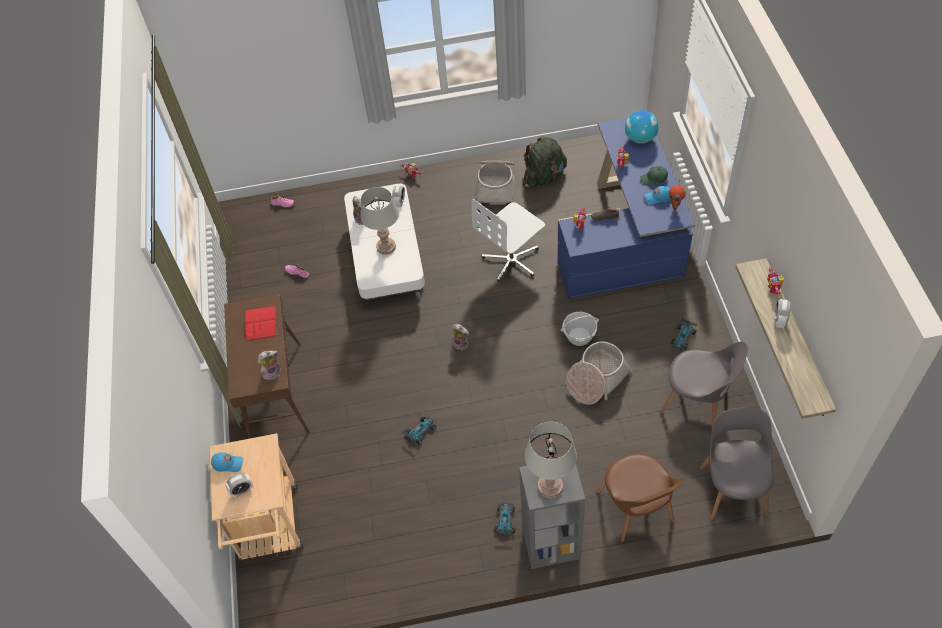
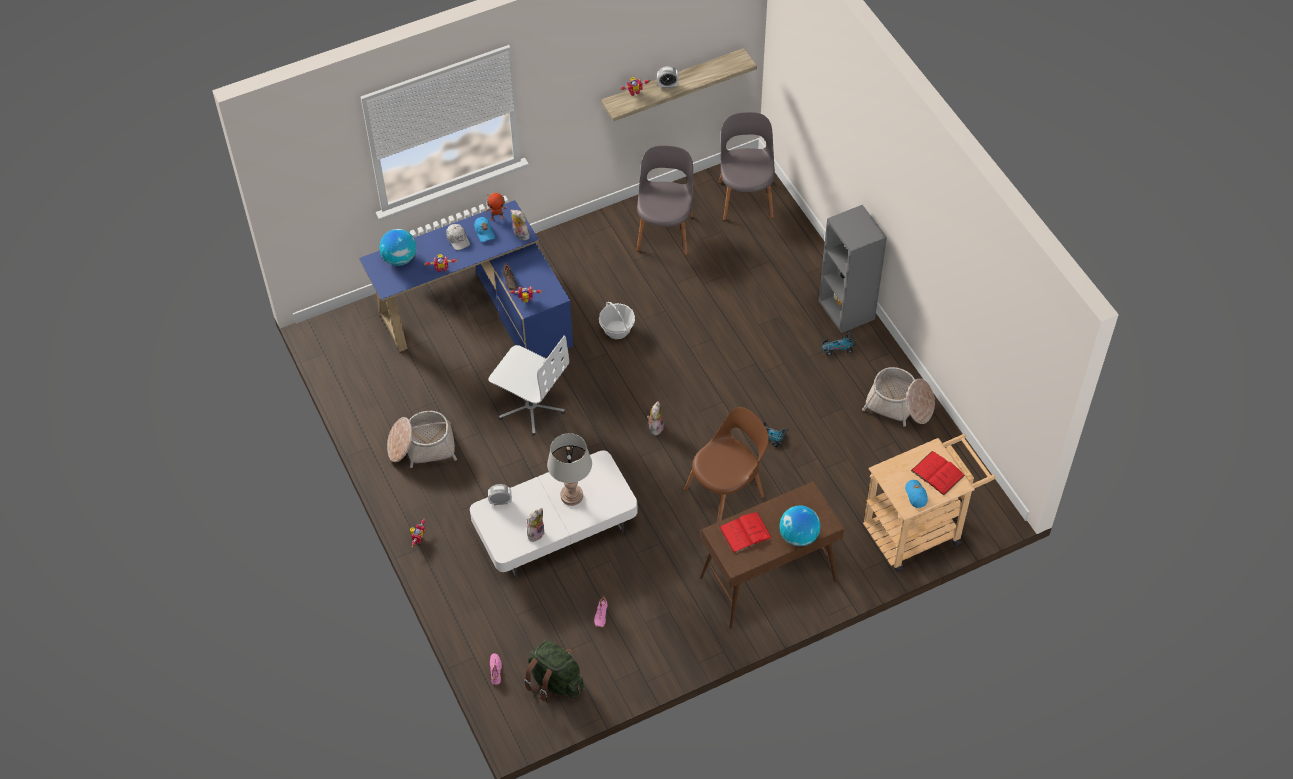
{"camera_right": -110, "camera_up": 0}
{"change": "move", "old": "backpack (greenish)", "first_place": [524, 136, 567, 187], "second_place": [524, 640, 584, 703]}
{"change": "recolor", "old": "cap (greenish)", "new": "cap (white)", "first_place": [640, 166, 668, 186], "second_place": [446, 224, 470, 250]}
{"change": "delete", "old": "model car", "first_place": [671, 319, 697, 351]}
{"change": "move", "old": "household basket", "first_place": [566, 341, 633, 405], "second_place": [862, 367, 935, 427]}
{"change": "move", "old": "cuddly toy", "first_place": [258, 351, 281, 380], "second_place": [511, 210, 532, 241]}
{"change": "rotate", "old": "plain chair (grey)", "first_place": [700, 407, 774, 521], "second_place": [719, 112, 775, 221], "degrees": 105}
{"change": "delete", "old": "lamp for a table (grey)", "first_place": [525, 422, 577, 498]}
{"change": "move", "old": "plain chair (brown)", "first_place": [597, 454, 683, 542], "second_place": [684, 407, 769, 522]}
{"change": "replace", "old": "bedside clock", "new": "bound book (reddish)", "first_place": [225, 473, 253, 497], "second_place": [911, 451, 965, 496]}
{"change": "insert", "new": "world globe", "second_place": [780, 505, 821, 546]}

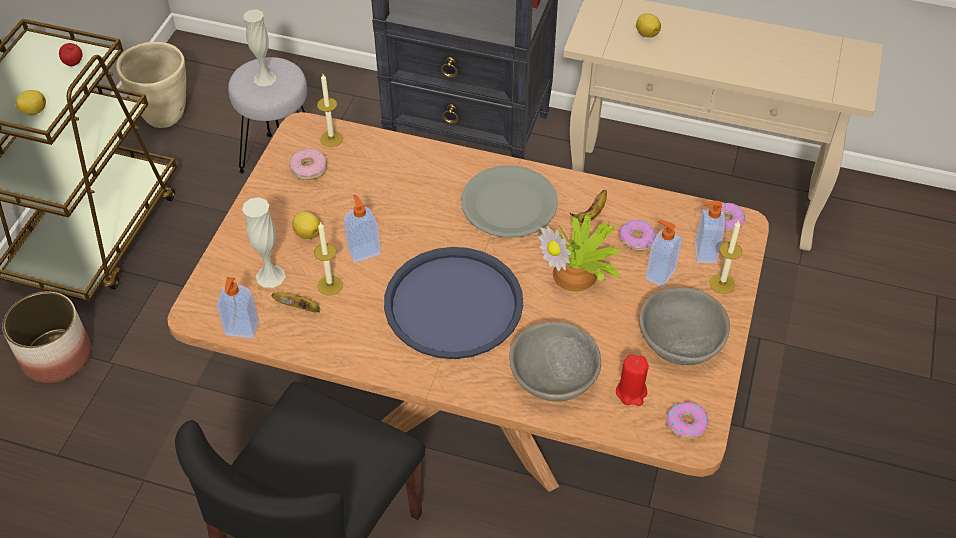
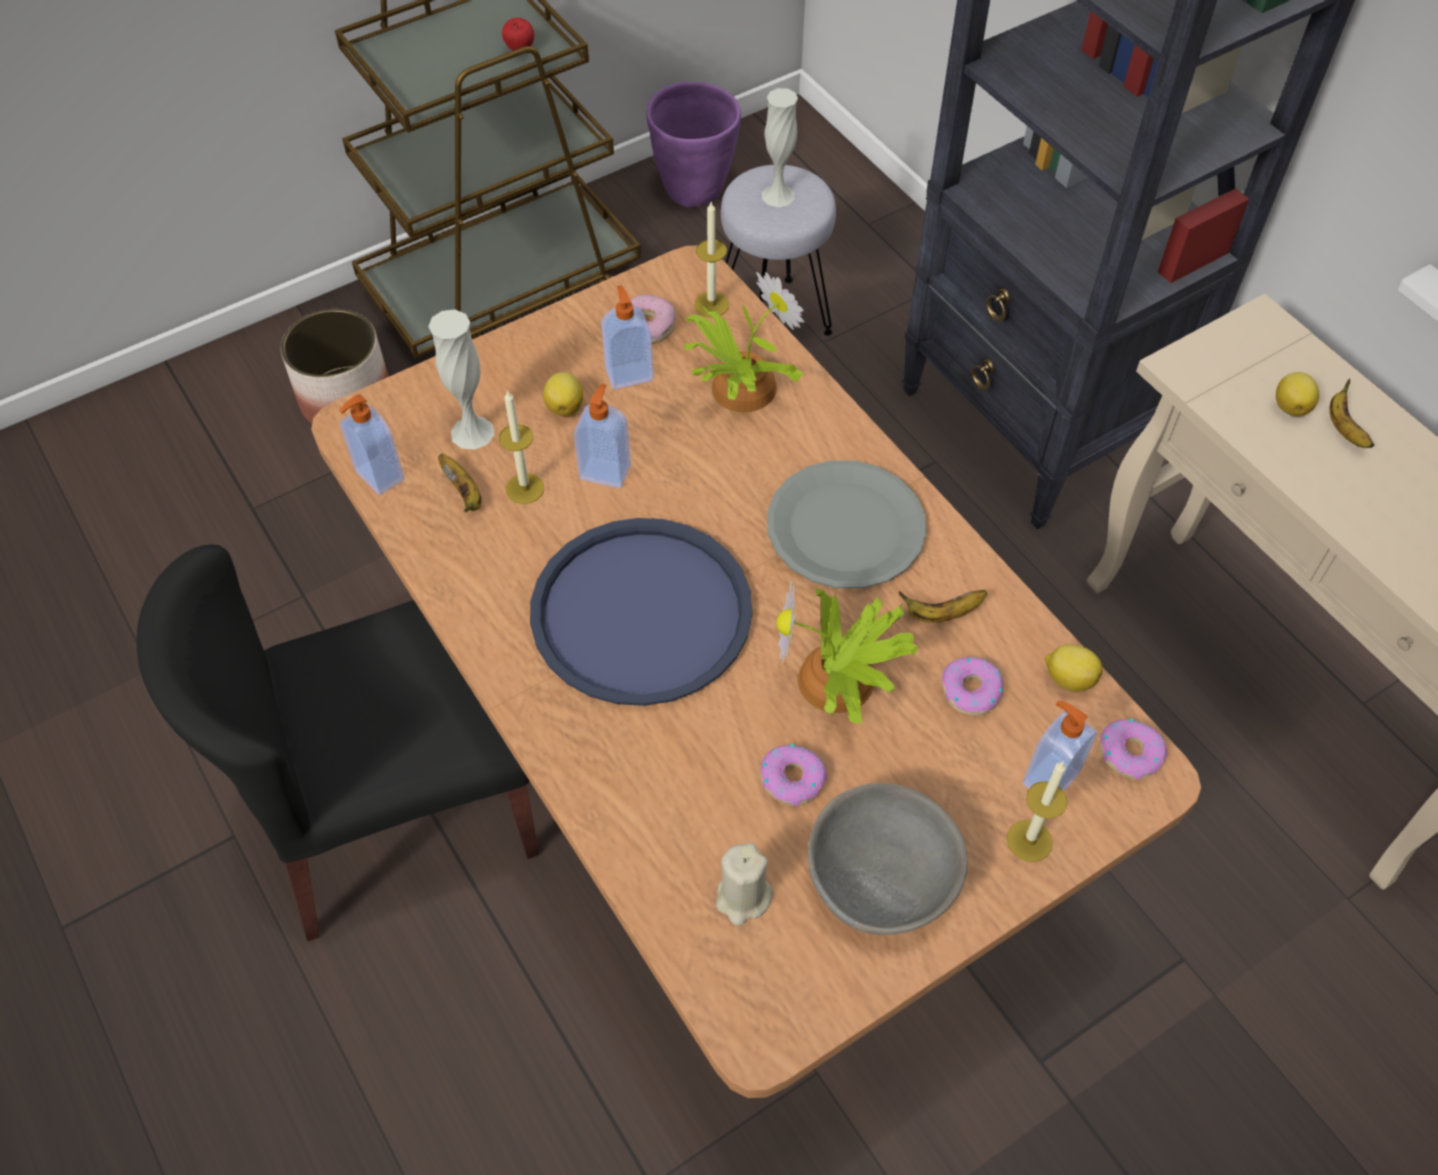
{"camera_right": 40, "camera_up": 5}
{"change": "recolor", "old": "plant pot (beige)", "new": "plant pot (purplish)", "first_place": [116, 42, 186, 128], "second_place": [646, 81, 741, 207]}
{"change": "move", "old": "lemon", "first_place": [15, 90, 46, 115], "second_place": [1045, 644, 1102, 692]}
{"change": "move", "old": "liquid soap bottle", "first_place": [645, 220, 682, 287], "second_place": [601, 285, 654, 389]}
{"change": "delete", "old": "deep dish (grey)", "first_place": [509, 322, 601, 402]}
{"change": "recolor", "old": "wax candle (reddish)", "new": "wax candle (beige)", "first_place": [616, 354, 649, 406], "second_place": [716, 843, 773, 926]}
{"change": "move", "old": "ring doughnut", "first_place": [666, 402, 708, 438], "second_place": [761, 744, 827, 806]}
{"change": "insert", "new": "plant in a pot", "second_place": [684, 272, 805, 412]}
{"change": "insert", "new": "banana fruit", "second_place": [1329, 379, 1374, 448]}

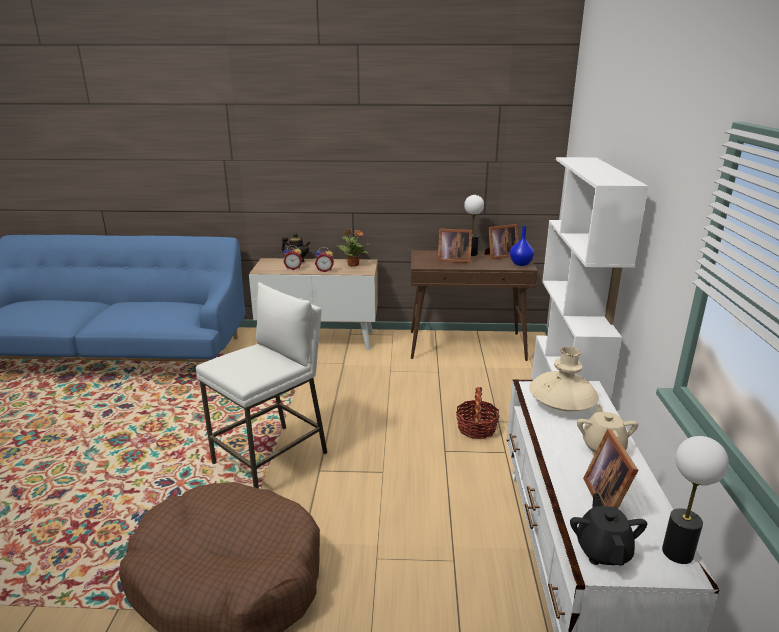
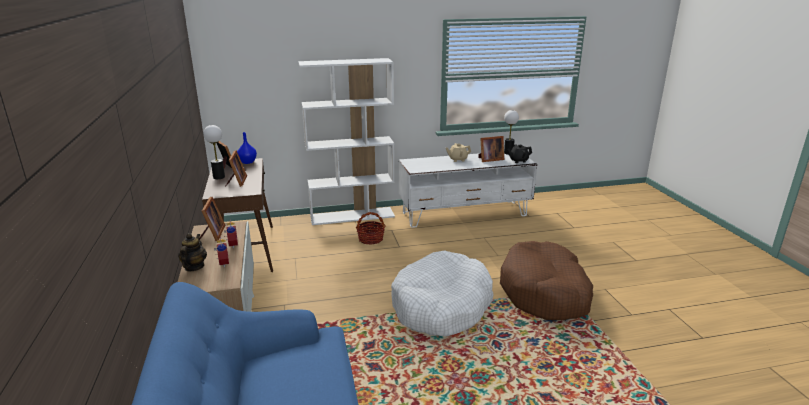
{"camera_right": -105, "camera_up": 0}
{"change": "replace", "old": "plant in a pot", "new": "photo frame", "first_place": [337, 229, 370, 267], "second_place": [199, 197, 225, 241]}
{"change": "replace", "old": "stool seat (white)", "new": "pet bed (white)", "first_place": [196, 282, 327, 489], "second_place": [391, 250, 494, 336]}
{"change": "delete", "old": "flower vase (beige)", "first_place": [529, 347, 599, 411]}

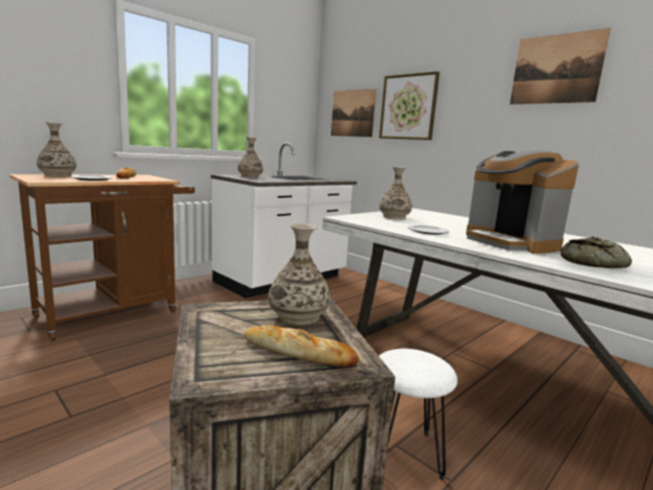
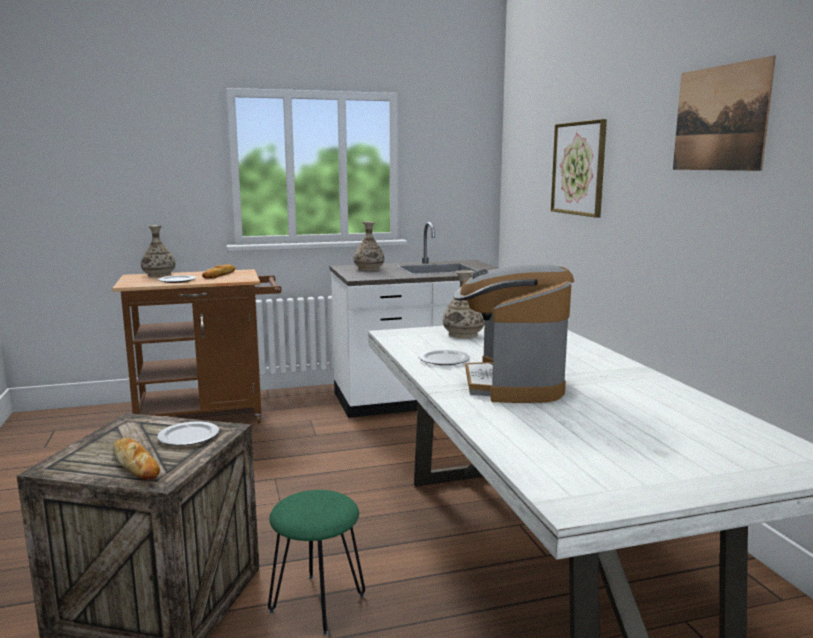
{"camera_right": 30, "camera_up": 0}
{"change": "delete", "old": "wall picture", "first_place": [331, 89, 377, 137]}
{"change": "replace", "old": "flower vase", "new": "dinner plate", "first_place": [268, 223, 330, 325], "second_place": [157, 422, 219, 446]}
{"change": "delete", "old": "bread", "first_place": [560, 236, 632, 268]}
{"change": "recolor", "old": "stool seat (white)", "new": "stool seat (greenish)", "first_place": [379, 349, 458, 480], "second_place": [268, 490, 365, 636]}

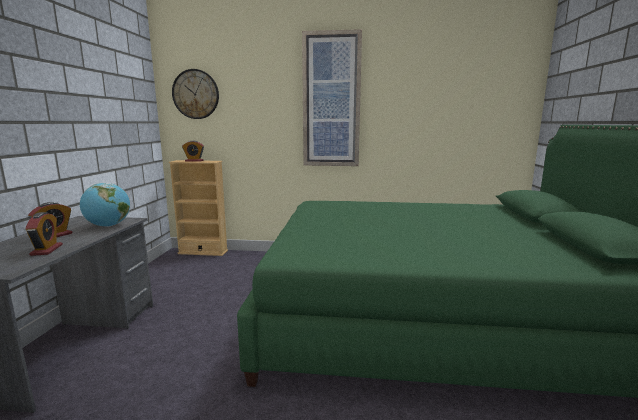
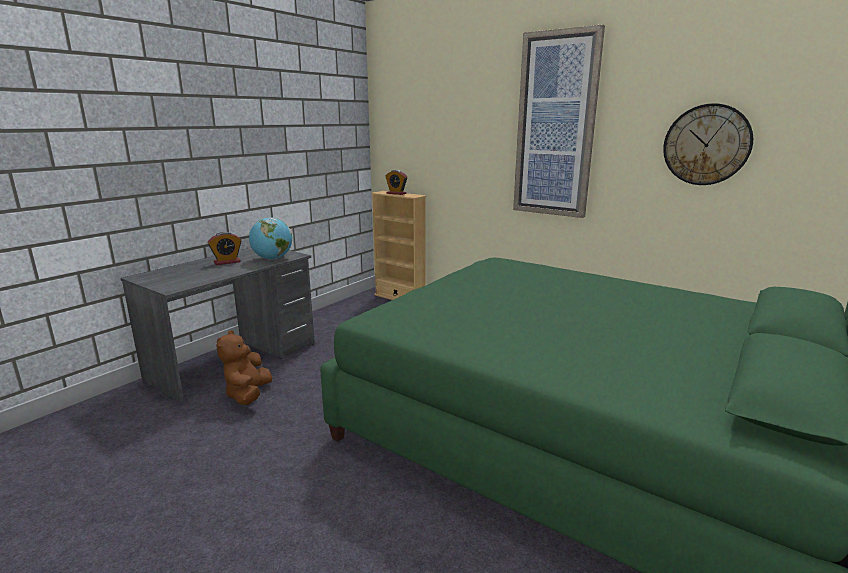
{"camera_right": 30, "camera_up": 5}
{"change": "move", "old": "hanging clock", "first_place": [172, 69, 219, 119], "second_place": [663, 103, 753, 185]}
{"change": "delete", "old": "bedside clock", "first_place": [25, 212, 63, 256]}
{"change": "insert", "new": "cuddly toy (brown)", "second_place": [216, 330, 272, 405]}

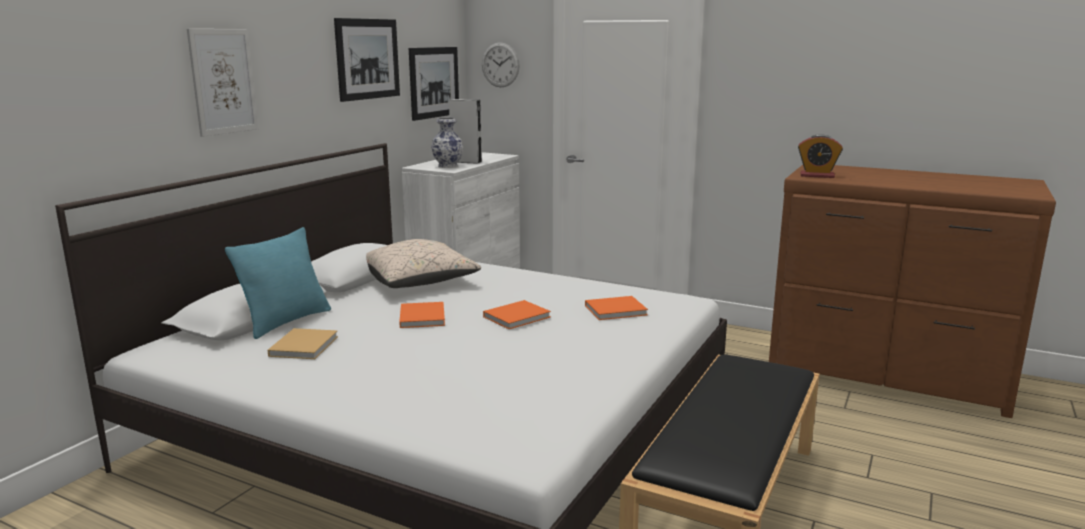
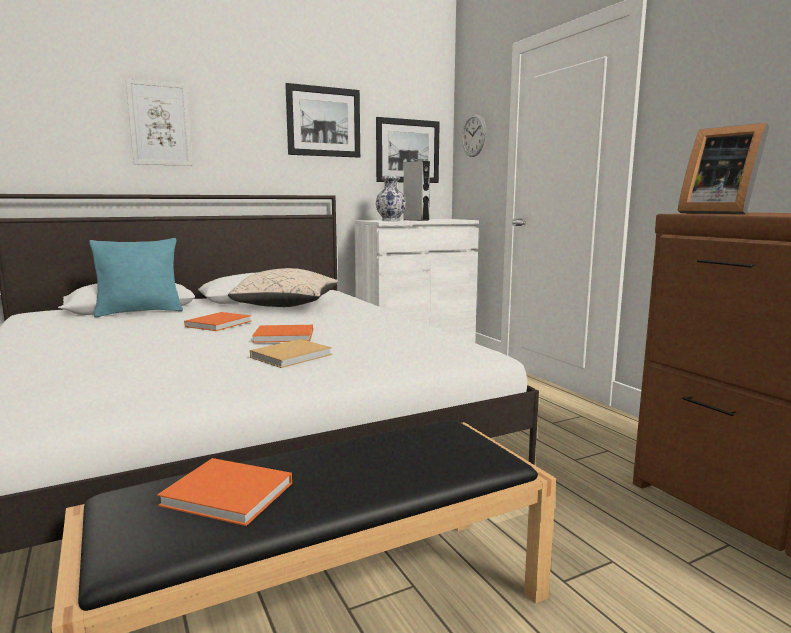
{"camera_right": 35, "camera_up": -5}
{"change": "replace", "old": "bedside clock", "new": "photo frame", "first_place": [798, 134, 843, 178], "second_place": [678, 123, 770, 214]}
{"change": "move", "old": "bound book (orangey)", "first_place": [585, 296, 648, 320], "second_place": [157, 458, 292, 526]}
{"change": "move", "old": "bound book (beige)", "first_place": [268, 328, 338, 359], "second_place": [250, 339, 332, 368]}

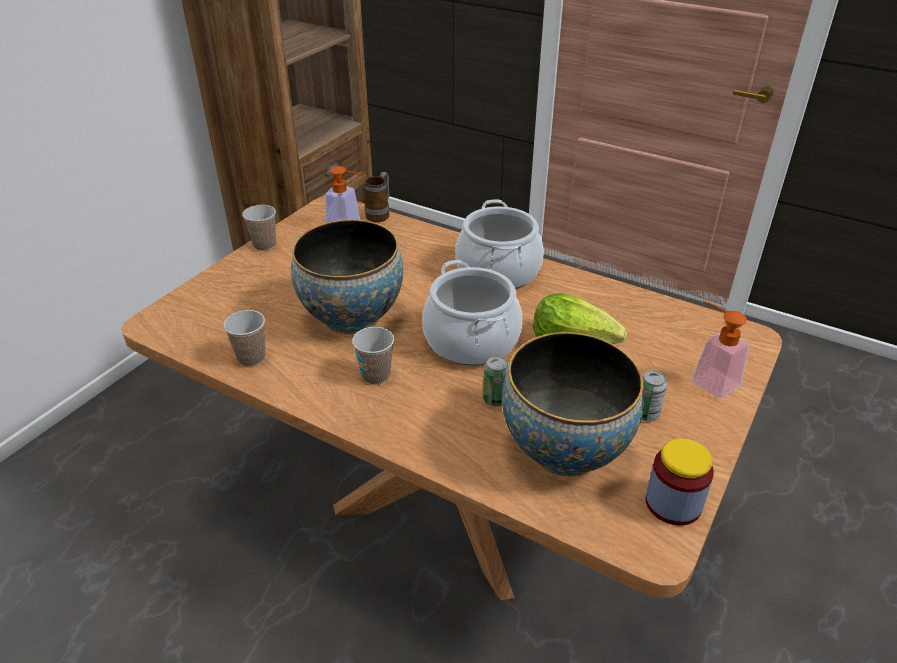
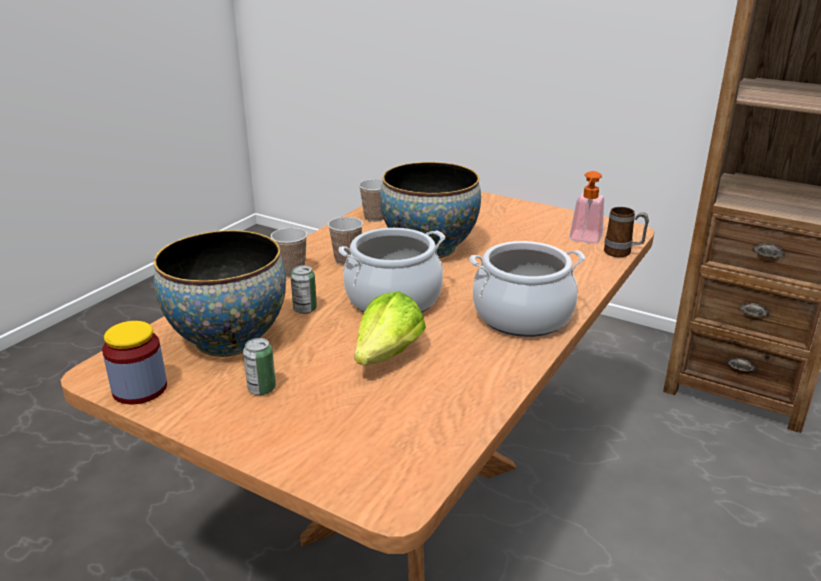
{"camera_right": 90, "camera_up": -10}
{"change": "move", "old": "drinking cup", "first_place": [242, 205, 276, 251], "second_place": [271, 228, 307, 278]}
{"change": "delete", "old": "liquid soap bottle", "first_place": [692, 301, 749, 398]}

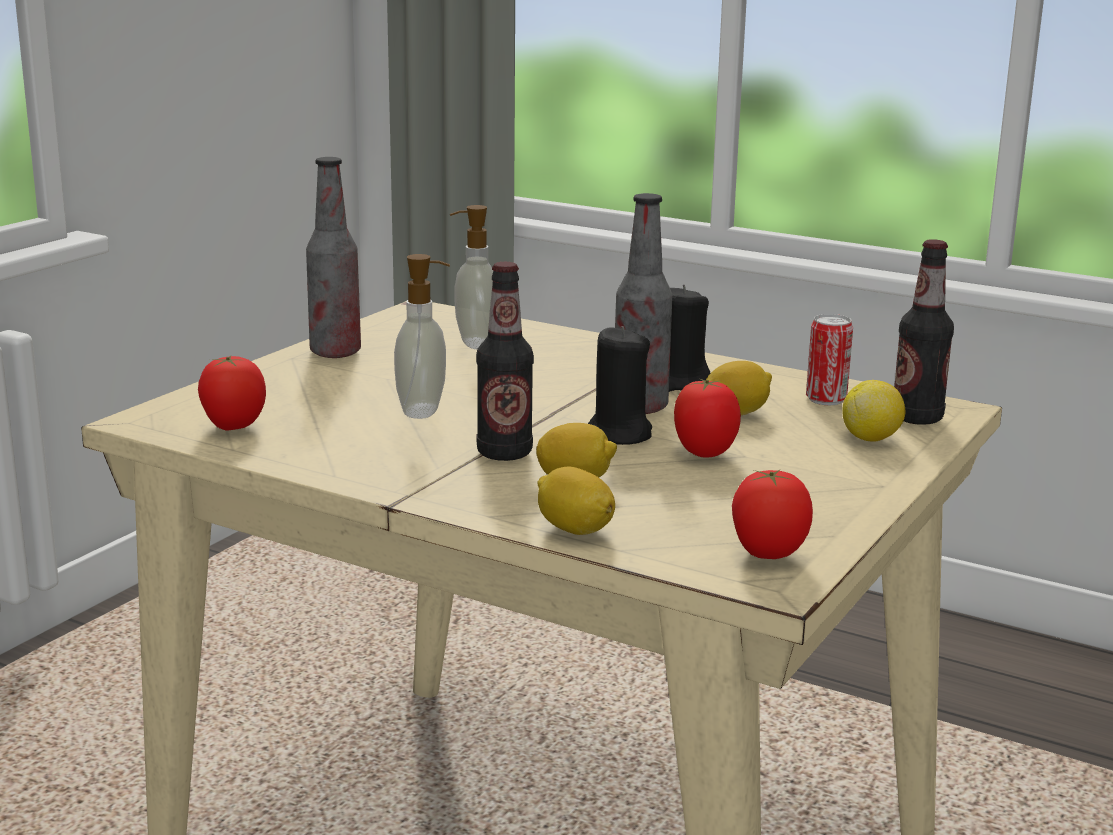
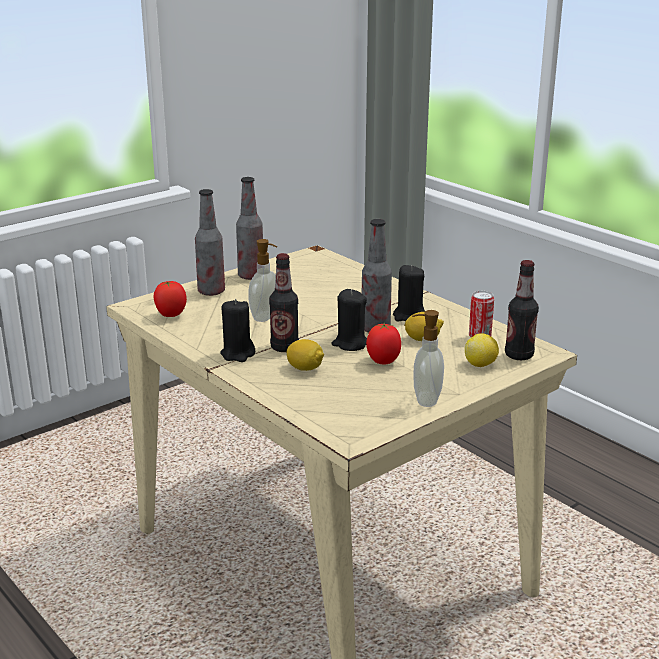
{"camera_right": 20, "camera_up": 5}
{"change": "move", "old": "liquid soap bottle", "first_place": [450, 205, 493, 349], "second_place": [412, 310, 444, 407]}
{"change": "delete", "old": "lemon", "first_place": [537, 466, 615, 535]}
{"change": "delete", "old": "tomato", "first_place": [732, 470, 813, 559]}
{"change": "insert", "new": "drink bottle", "second_place": [195, 189, 225, 296]}
{"change": "insert", "new": "wax candle (black)", "second_place": [220, 299, 255, 362]}

